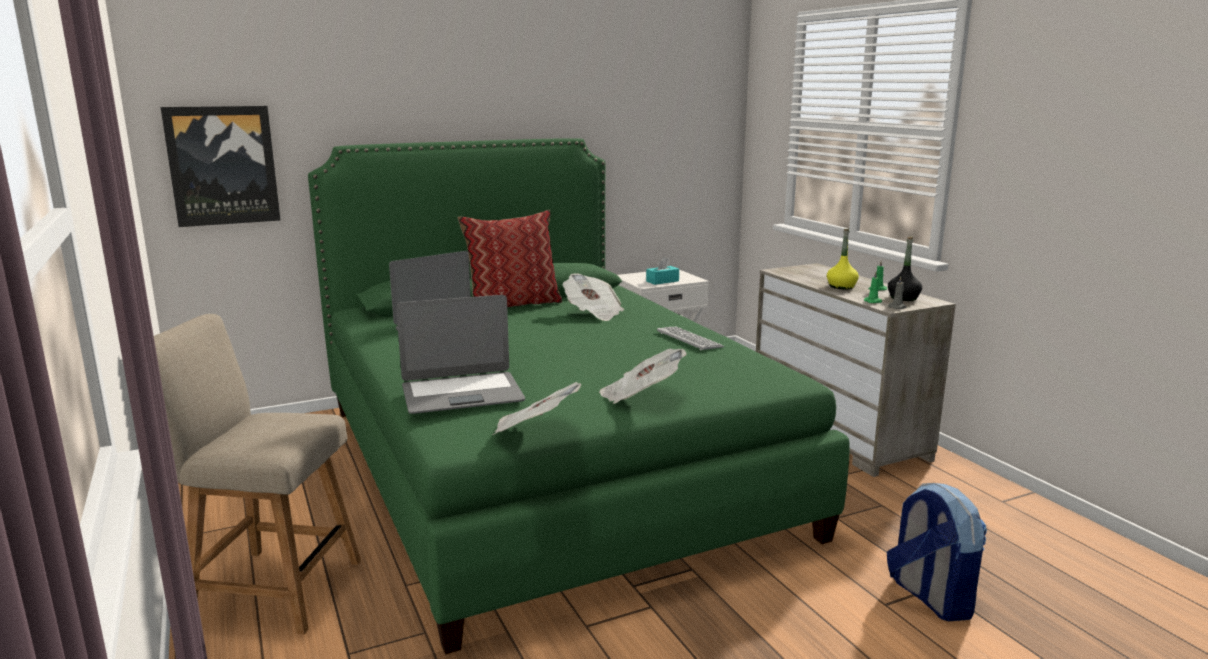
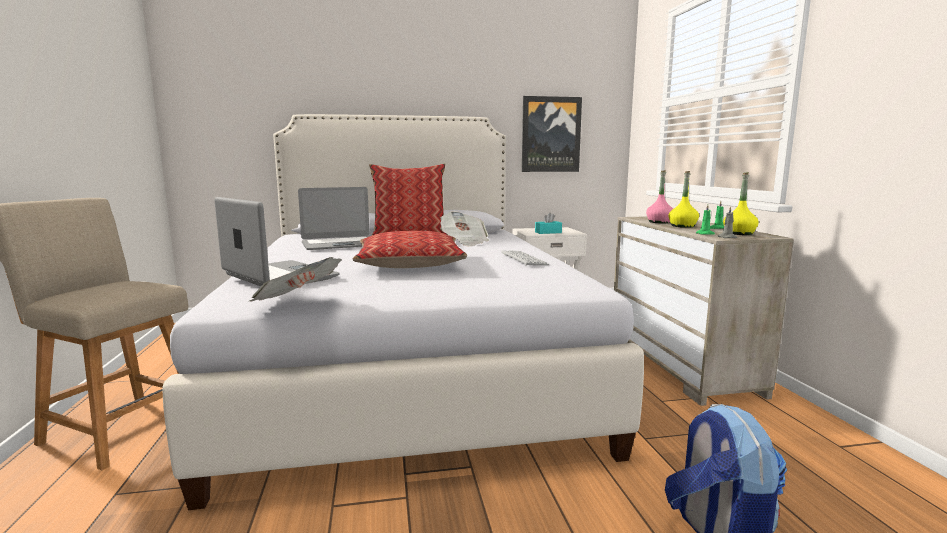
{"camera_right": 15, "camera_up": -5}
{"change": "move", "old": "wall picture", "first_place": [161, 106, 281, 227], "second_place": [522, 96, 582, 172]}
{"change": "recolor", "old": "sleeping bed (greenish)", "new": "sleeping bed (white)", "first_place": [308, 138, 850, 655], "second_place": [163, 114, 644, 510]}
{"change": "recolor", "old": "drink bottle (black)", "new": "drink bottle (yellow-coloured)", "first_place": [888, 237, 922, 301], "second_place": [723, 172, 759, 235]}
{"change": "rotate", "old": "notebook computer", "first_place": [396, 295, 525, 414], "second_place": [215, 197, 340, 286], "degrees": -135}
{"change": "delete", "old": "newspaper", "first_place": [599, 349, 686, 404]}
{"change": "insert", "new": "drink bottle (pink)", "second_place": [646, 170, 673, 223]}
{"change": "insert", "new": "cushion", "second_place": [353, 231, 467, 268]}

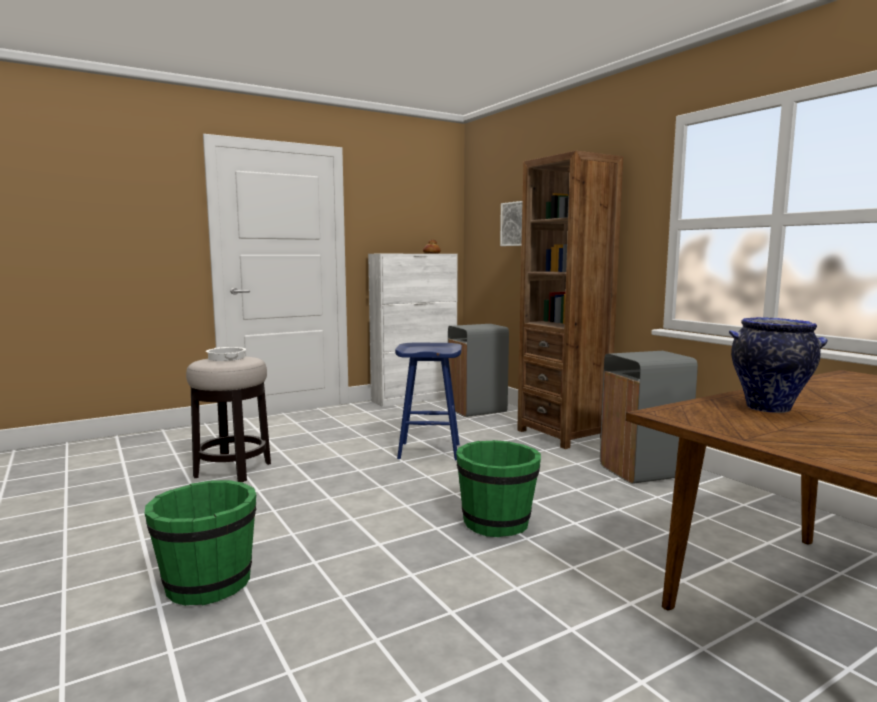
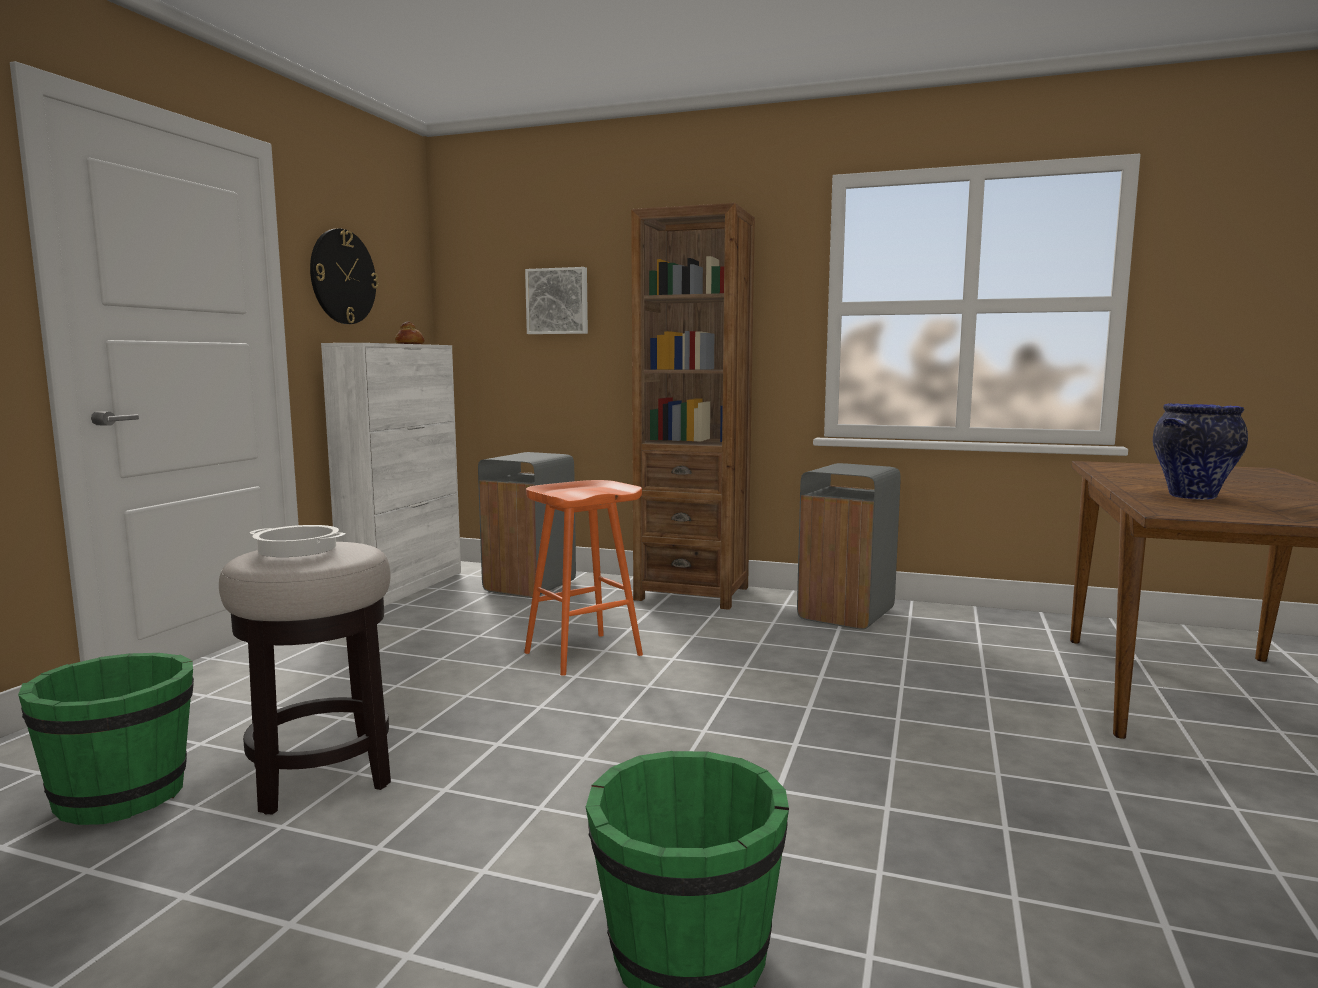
{"camera_right": -40, "camera_up": 0}
{"change": "recolor", "old": "stool seat (blue-coloured)", "new": "stool seat (orangey)", "first_place": [395, 343, 462, 461], "second_place": [524, 480, 643, 676]}
{"change": "move", "old": "water bucket (greenish)", "first_place": [456, 440, 541, 537], "second_place": [18, 653, 194, 825]}
{"change": "insert", "new": "hanging clock", "second_place": [310, 229, 378, 324]}

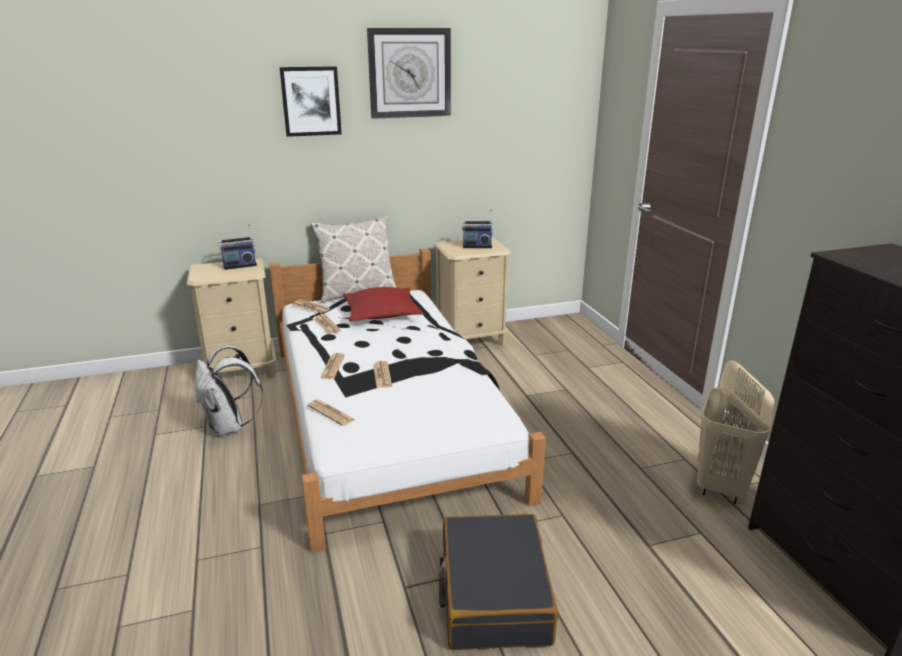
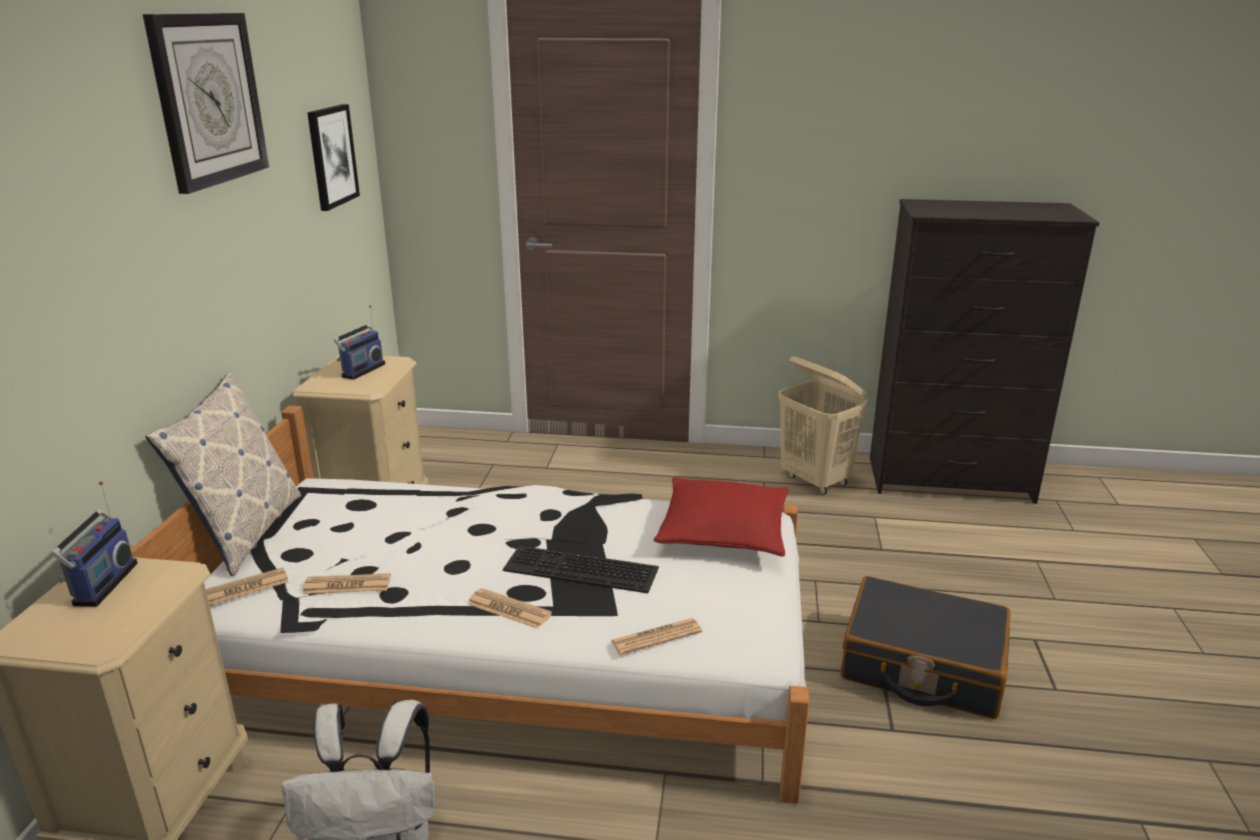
{"camera_right": -65, "camera_up": 0}
{"change": "move", "old": "wall picture", "first_place": [279, 66, 342, 137], "second_place": [307, 104, 360, 211]}
{"change": "move", "old": "cushion (reddish)", "first_place": [343, 287, 423, 322], "second_place": [654, 477, 789, 557]}
{"change": "replace", "old": "newspaper", "new": "computer keyboard", "first_place": [373, 361, 392, 388], "second_place": [503, 546, 659, 593]}

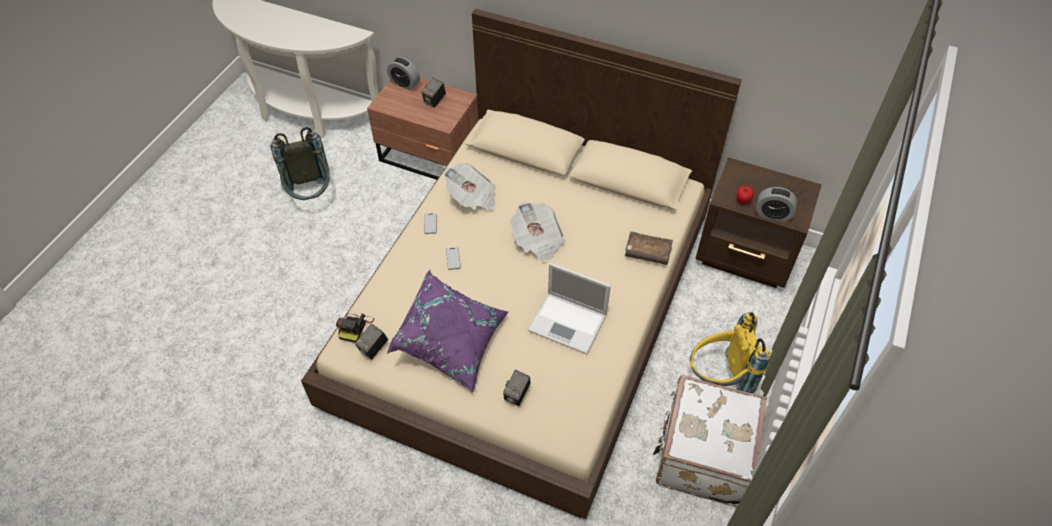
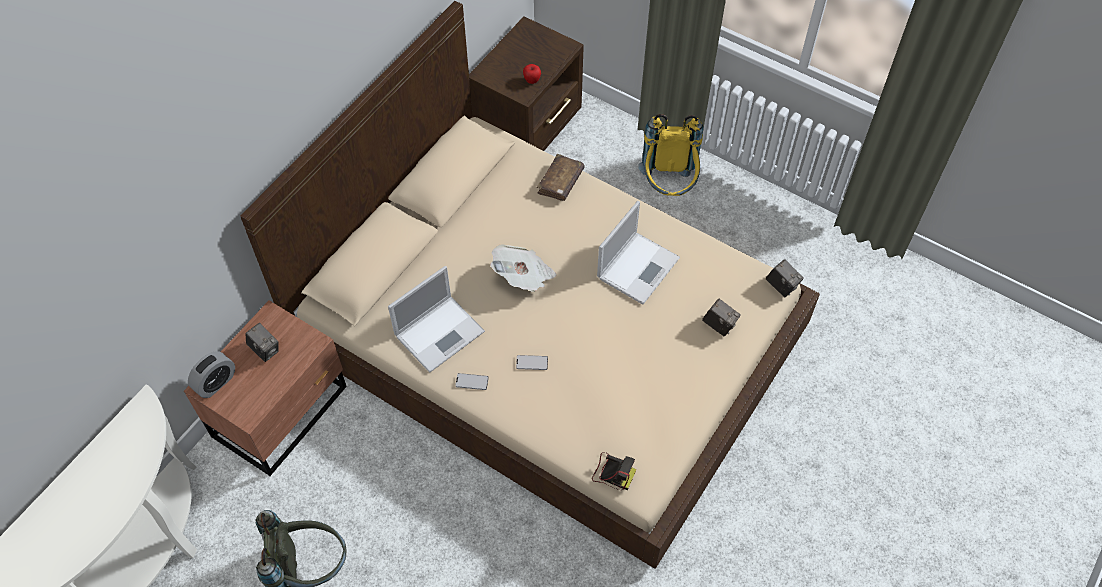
{"camera_right": -80, "camera_up": 5}
{"change": "replace", "old": "newspaper", "new": "notebook computer", "first_place": [444, 163, 496, 210], "second_place": [388, 266, 485, 373]}
{"change": "delete", "old": "bedside clock", "first_place": [756, 187, 797, 222]}
{"change": "delete", "old": "cushion (purplish)", "first_place": [387, 270, 509, 393]}
{"change": "move", "old": "photo camera", "first_place": [355, 324, 388, 359], "second_place": [766, 259, 804, 297]}
{"change": "delete", "old": "suitcase (white)", "first_place": [653, 375, 767, 507]}

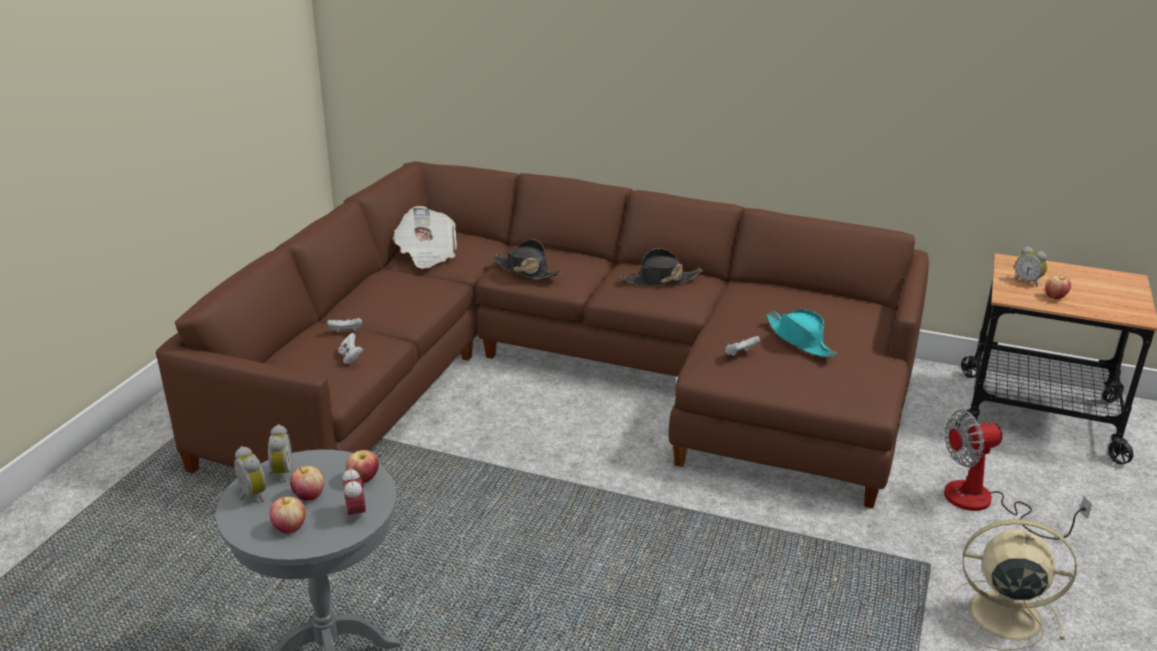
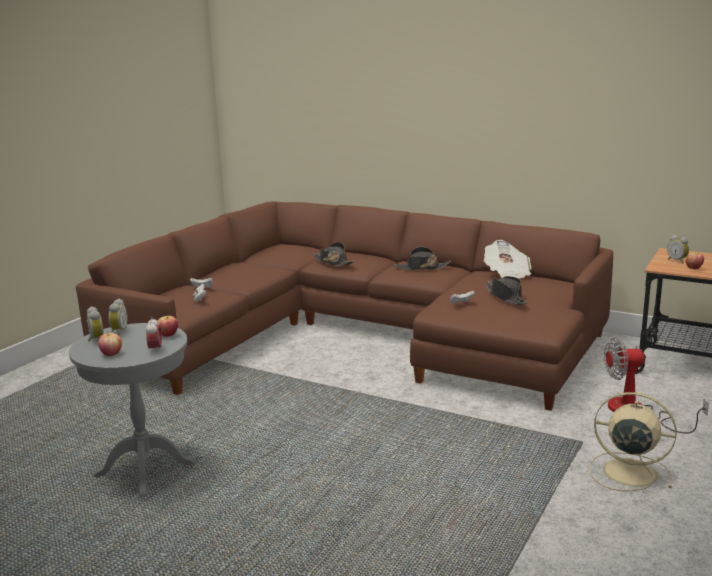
{"camera_right": 10, "camera_up": -10}
{"change": "move", "old": "newspaper", "first_place": [393, 206, 457, 269], "second_place": [484, 240, 531, 278]}
{"change": "recolor", "old": "clothing hat (turquoise)", "new": "clothing hat (black)", "first_place": [766, 309, 837, 357], "second_place": [485, 276, 528, 305]}
{"change": "delete", "old": "apple fruit", "first_place": [290, 466, 324, 501]}

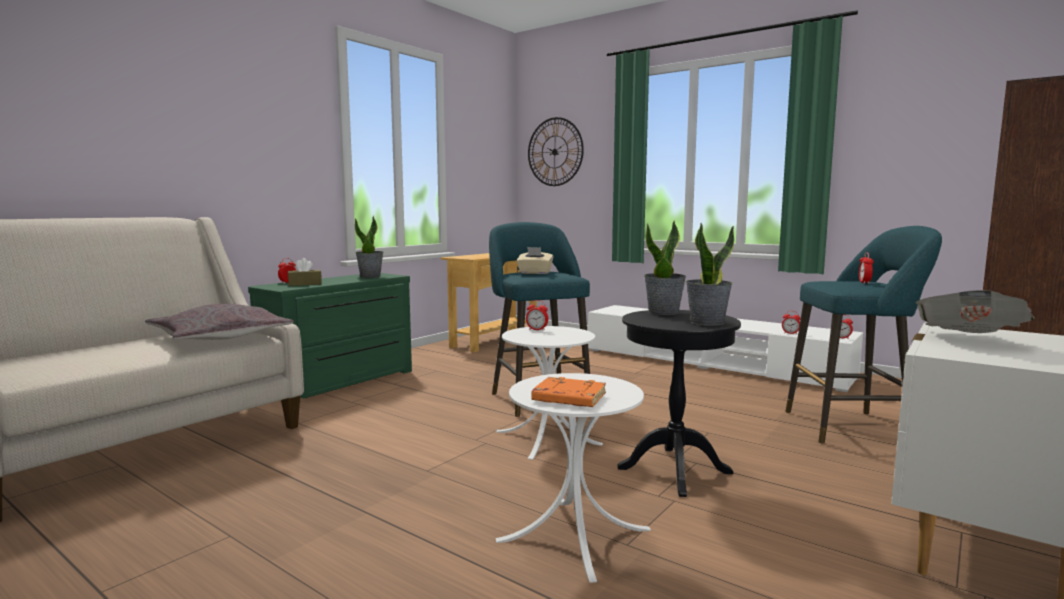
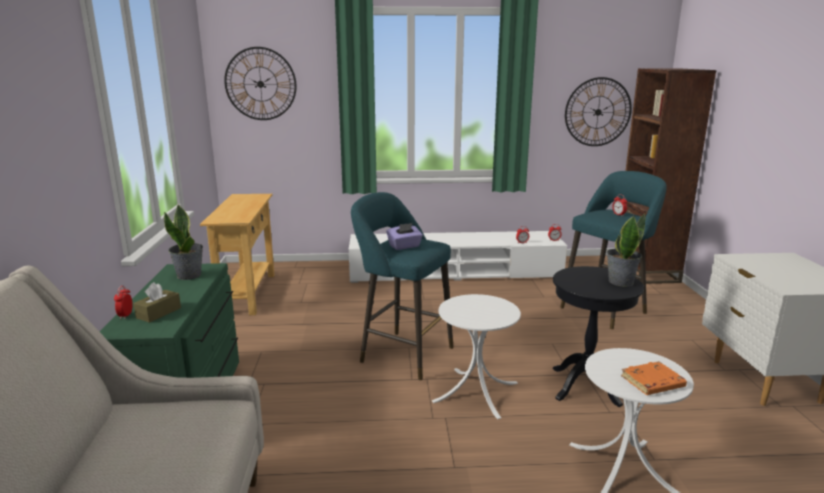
{"camera_right": -40, "camera_up": 10}
{"change": "delete", "old": "plant in a pot", "first_place": [644, 220, 687, 315]}
{"change": "recolor", "old": "tissue holder (beige)", "new": "tissue holder (purplish)", "first_place": [517, 247, 553, 274], "second_place": [386, 223, 423, 250]}
{"change": "delete", "old": "newspaper", "first_place": [916, 290, 1034, 333]}
{"change": "delete", "old": "bedside clock", "first_place": [526, 300, 548, 331]}
{"change": "delete", "old": "cushion (grey)", "first_place": [145, 304, 294, 340]}
{"change": "insert", "new": "hanging clock", "second_place": [565, 77, 632, 146]}

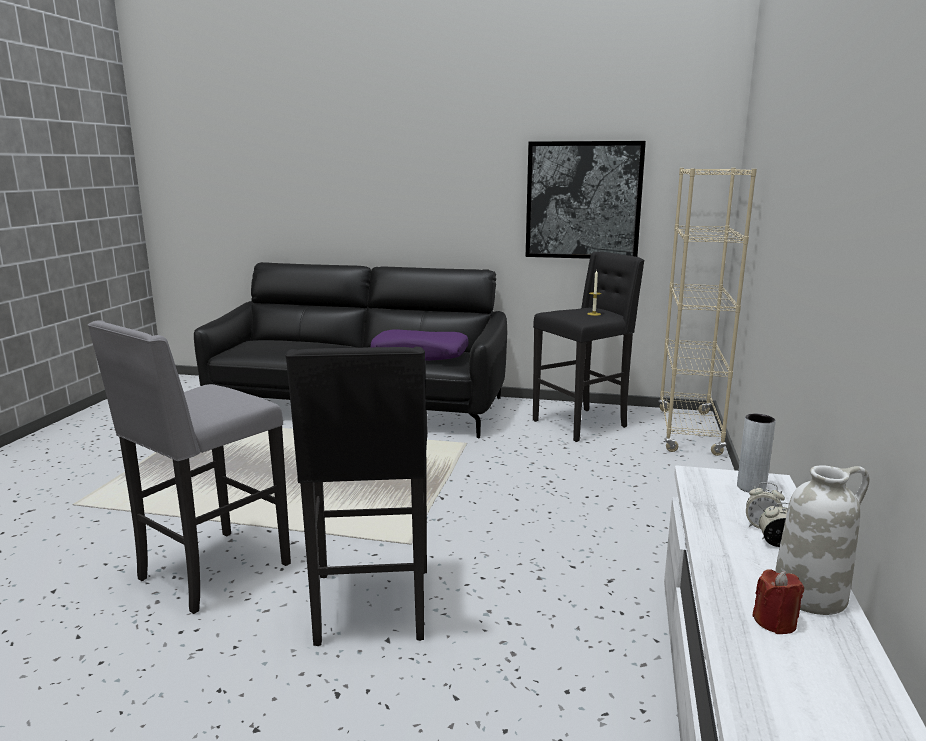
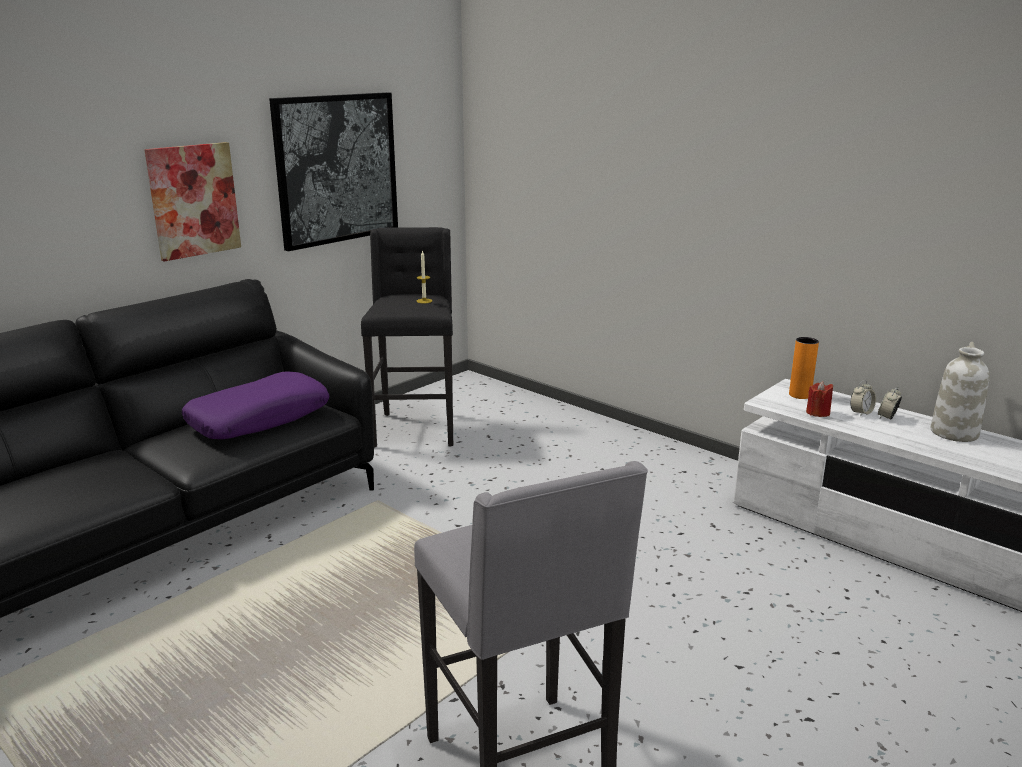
{"camera_right": -60, "camera_up": 5}
{"change": "delete", "old": "bookcase (beige)", "first_place": [659, 168, 757, 456]}
{"change": "delete", "old": "stool seat (black)", "first_place": [285, 347, 428, 646]}
{"change": "recolor", "old": "flower vase (grey)", "new": "flower vase (orangey)", "first_place": [737, 414, 776, 492], "second_place": [789, 337, 819, 399]}
{"change": "move", "old": "wax candle (reddish)", "first_place": [752, 569, 804, 634], "second_place": [806, 381, 833, 417]}
{"change": "insert", "new": "wall picture", "second_place": [144, 142, 241, 262]}

